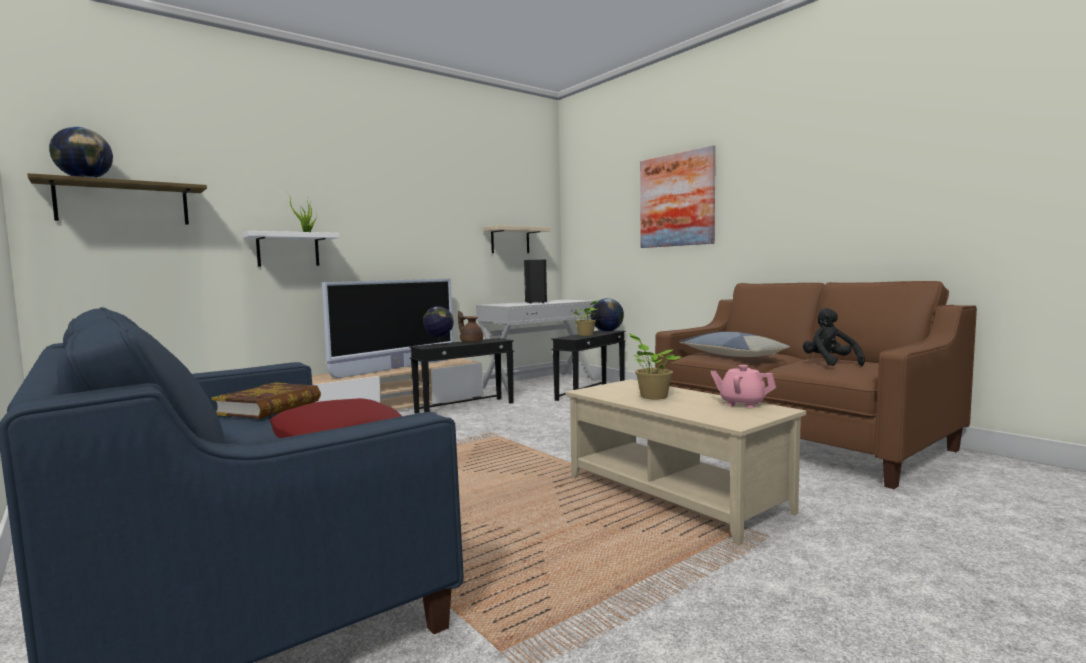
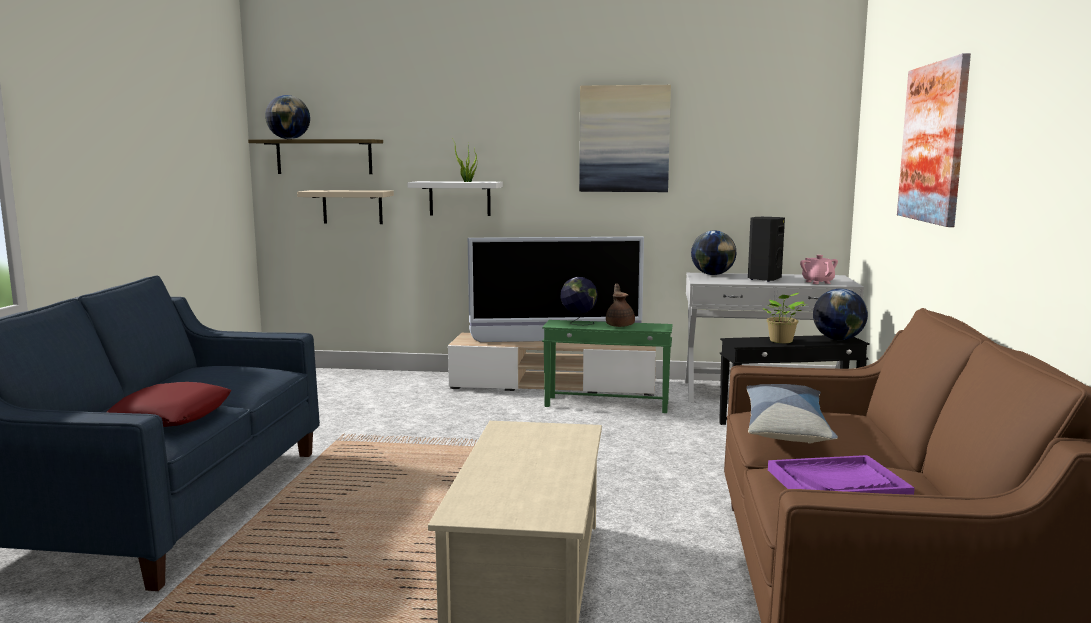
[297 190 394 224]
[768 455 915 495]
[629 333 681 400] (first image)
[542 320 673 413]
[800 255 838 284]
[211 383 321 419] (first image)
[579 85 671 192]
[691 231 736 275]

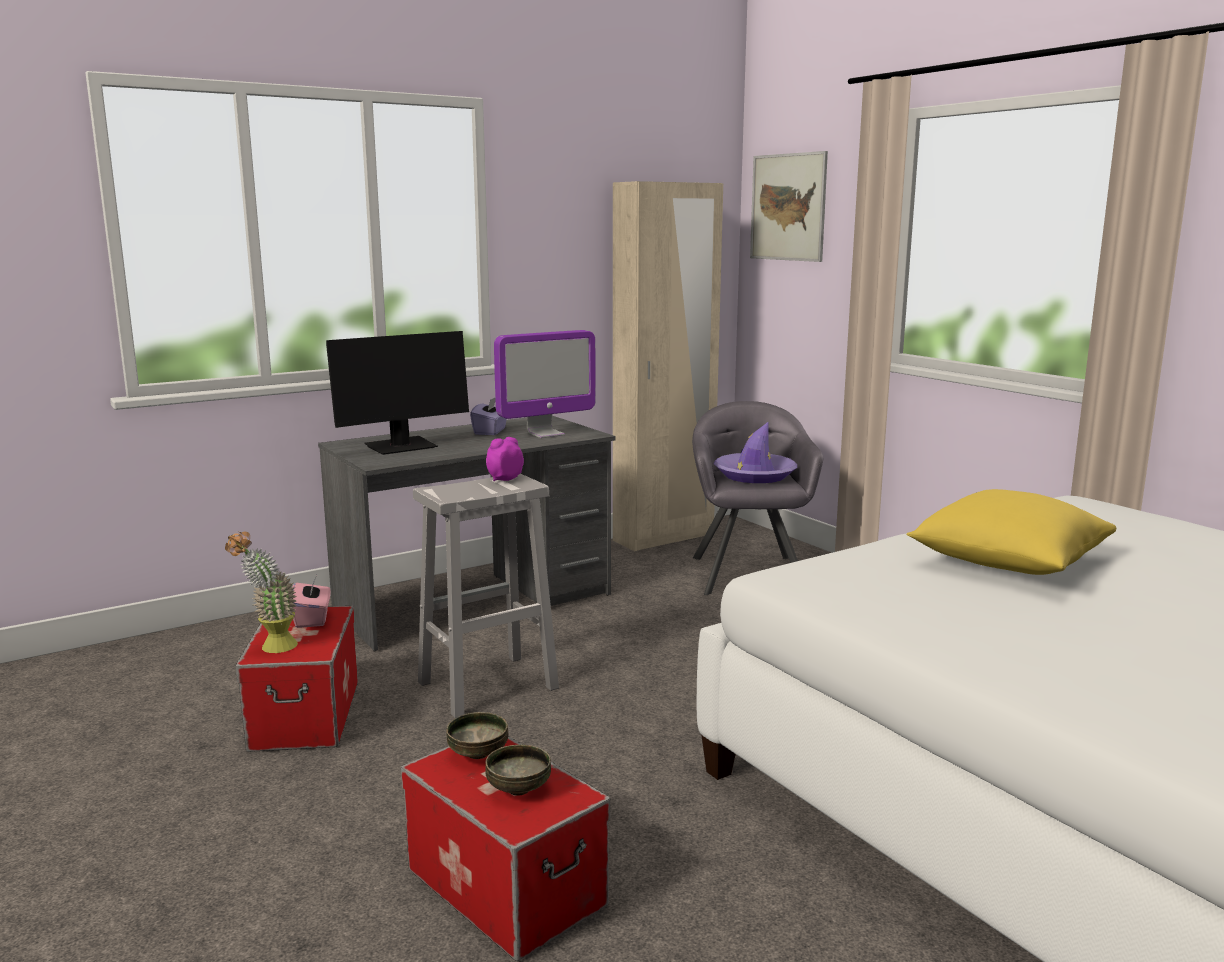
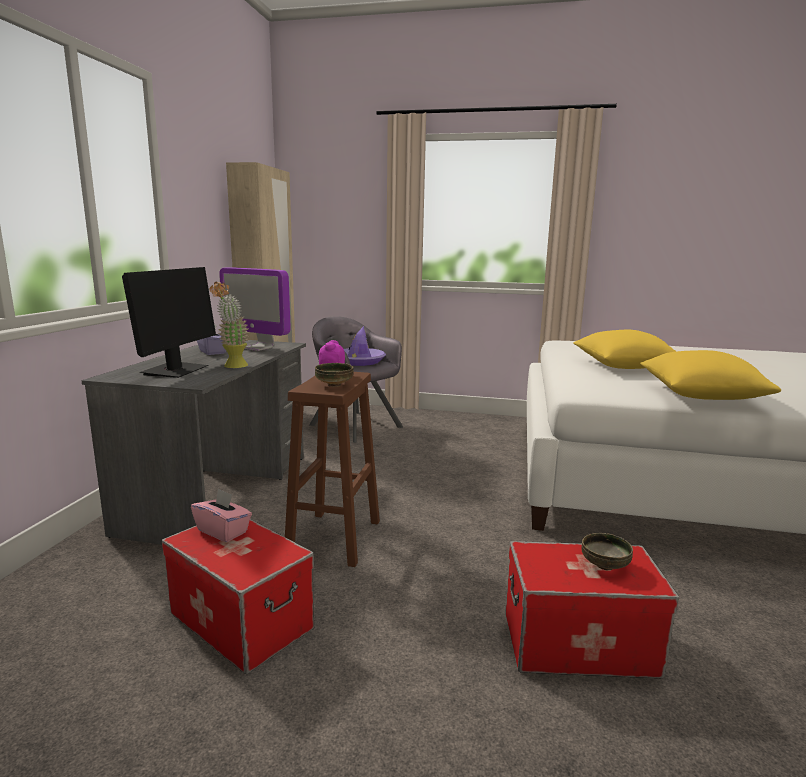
[750 151 828 262] (first image)
[219 267 290 351]
[285 372 380 567]
[209 282 250 368]
[315 363 354 387]
[640 350 781 400]

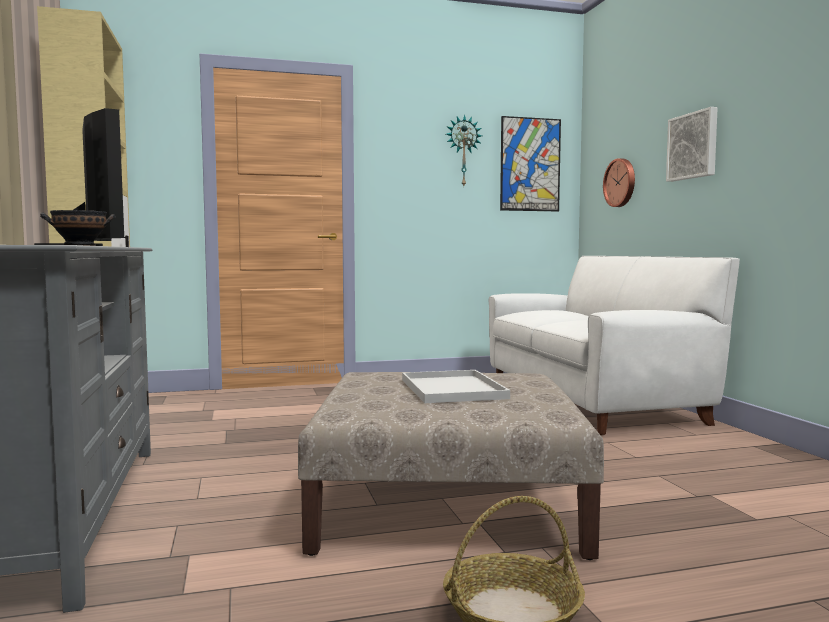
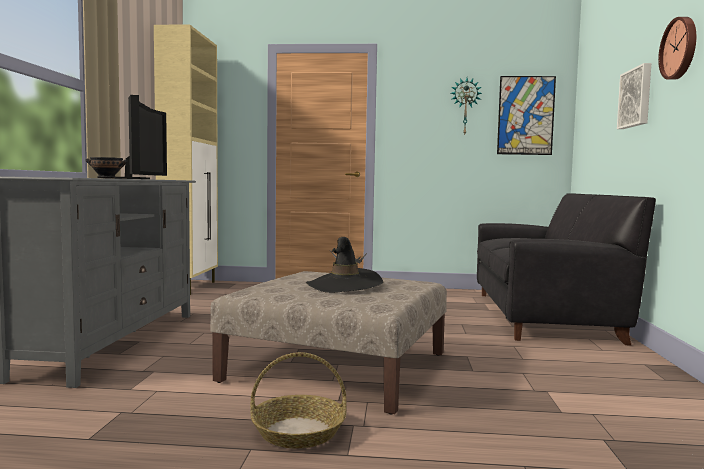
[658 17 696 80]
[477 193 656 346]
[306 237 383 293]

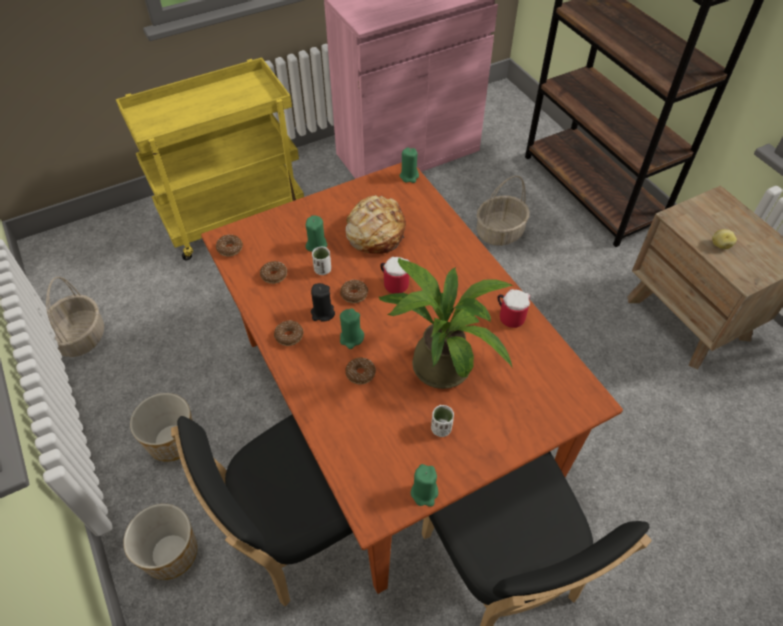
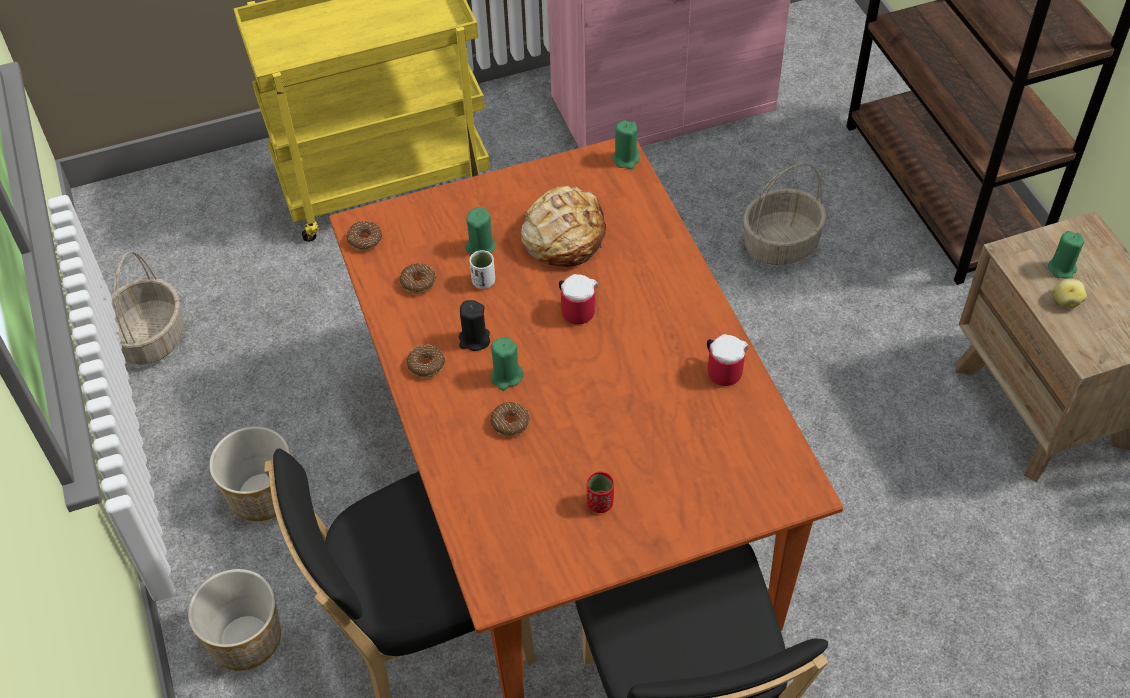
[378 258 513 389] (first image)
[340 280 368 303] (first image)
[587 471 614 513]
[1048 231 1084 279]

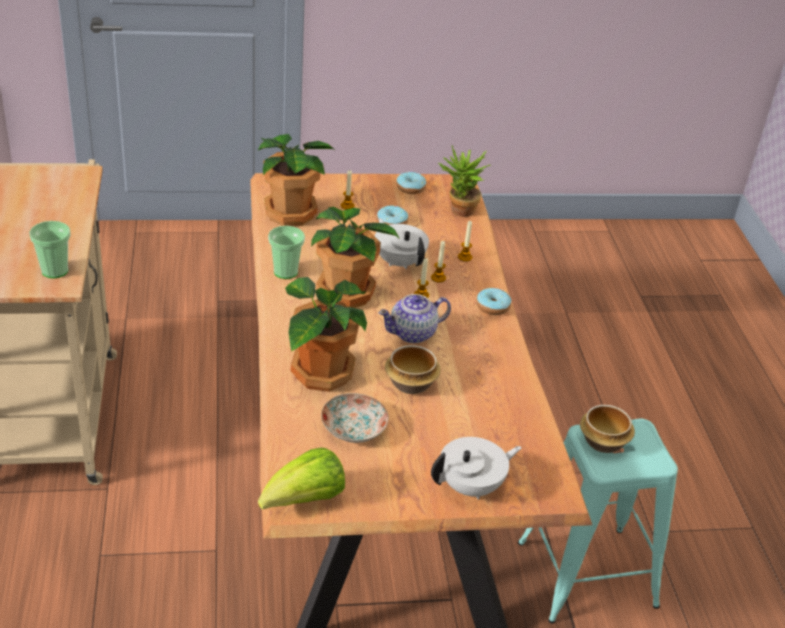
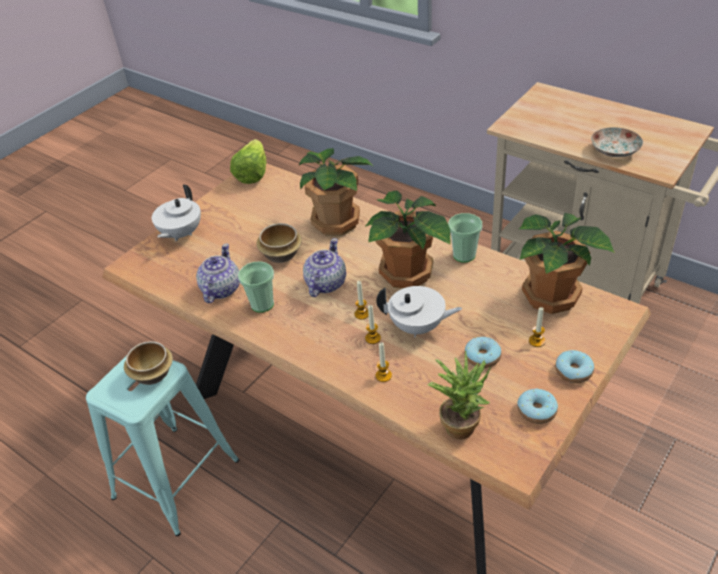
[238 261 274 313]
[555 350 594 383]
[591 127 643 157]
[196 244 240 303]

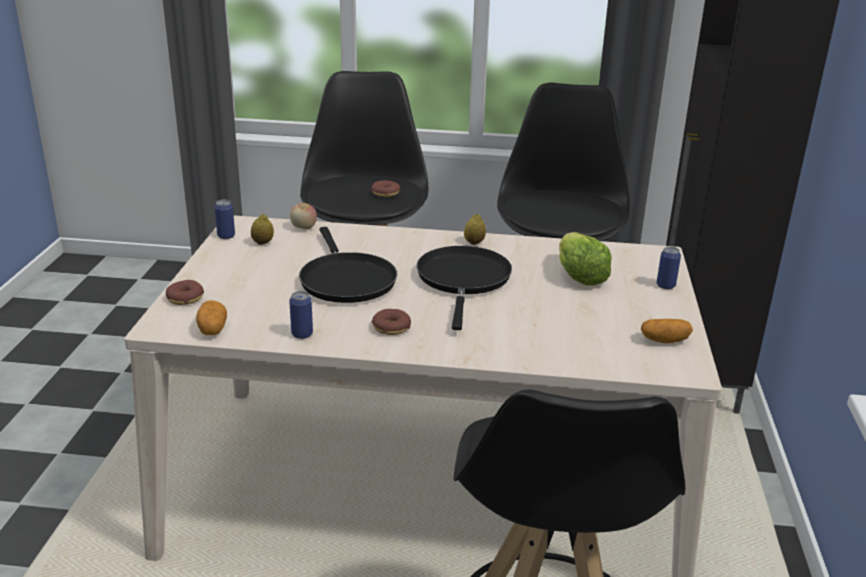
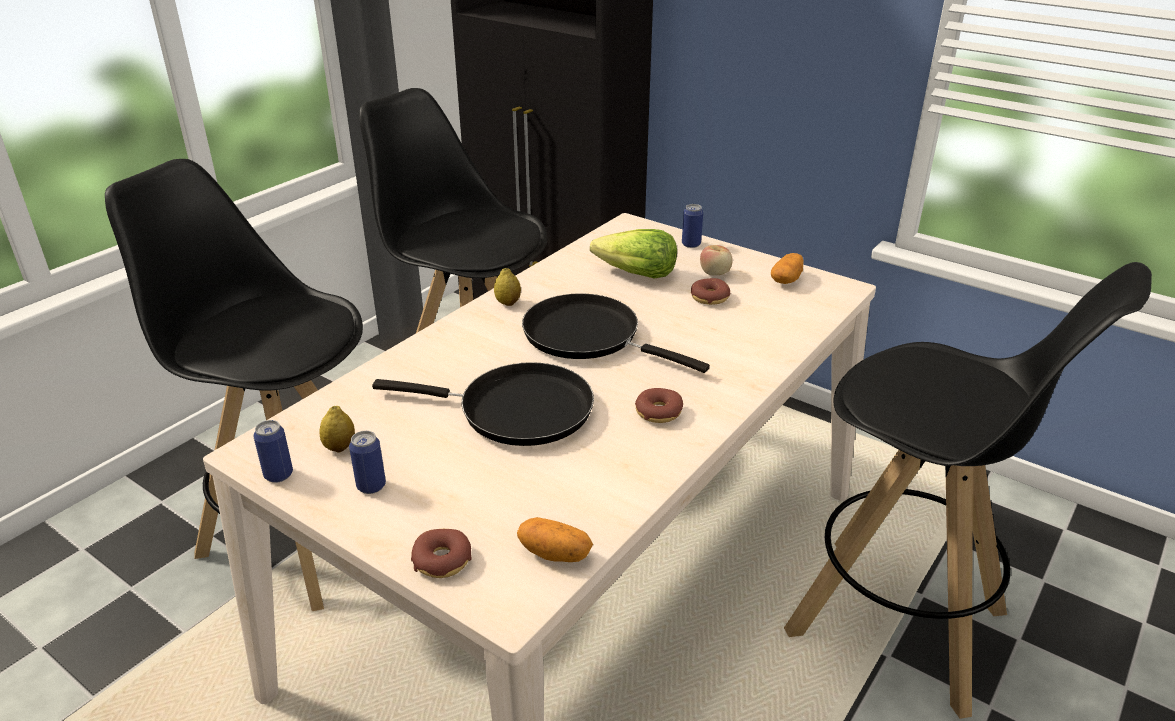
[691 278 730 305]
[700 245 733 275]
[349 431 386 494]

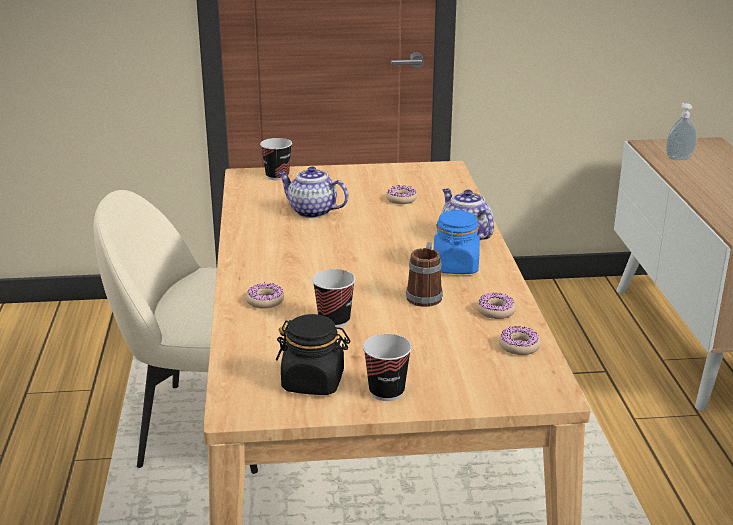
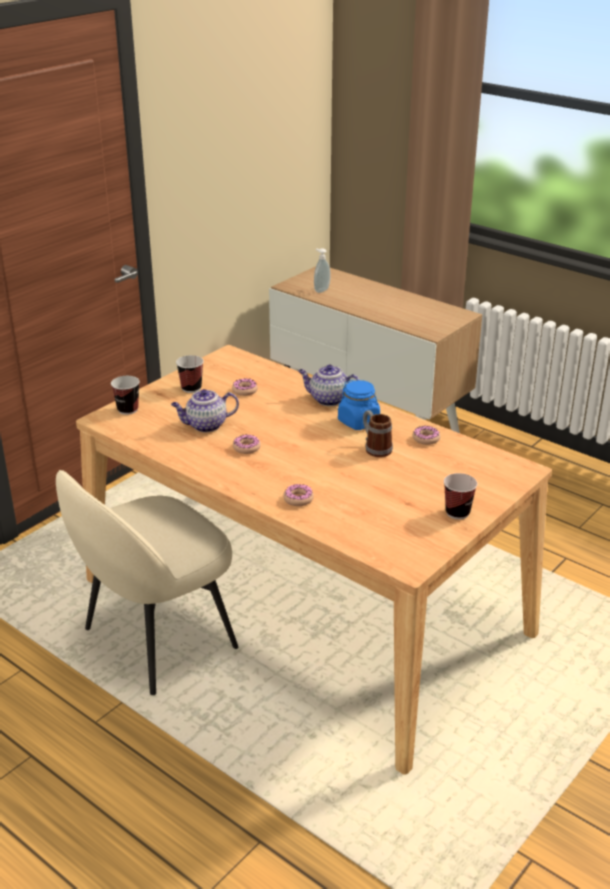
[176 355 204 393]
[276 314 350 395] (first image)
[233 434 261 454]

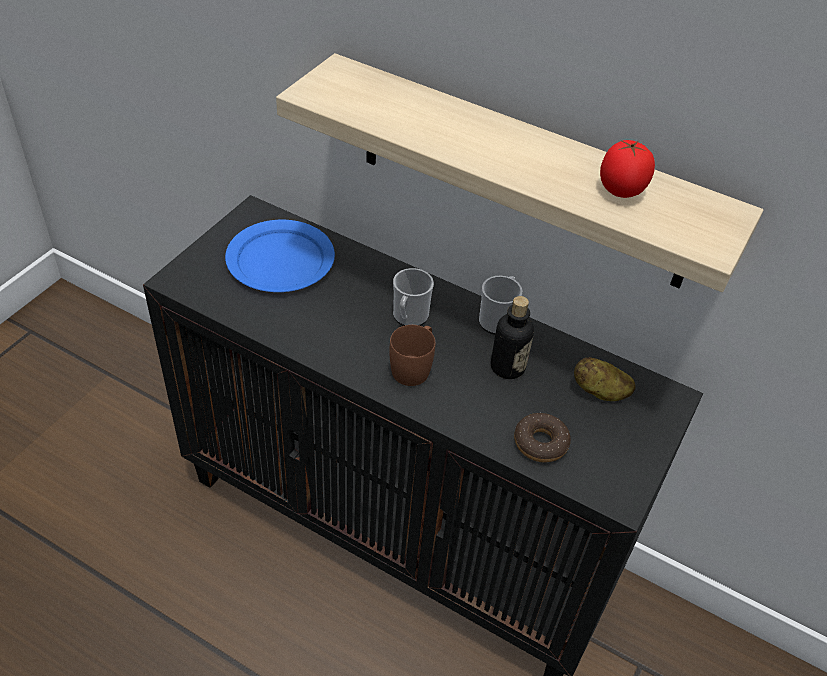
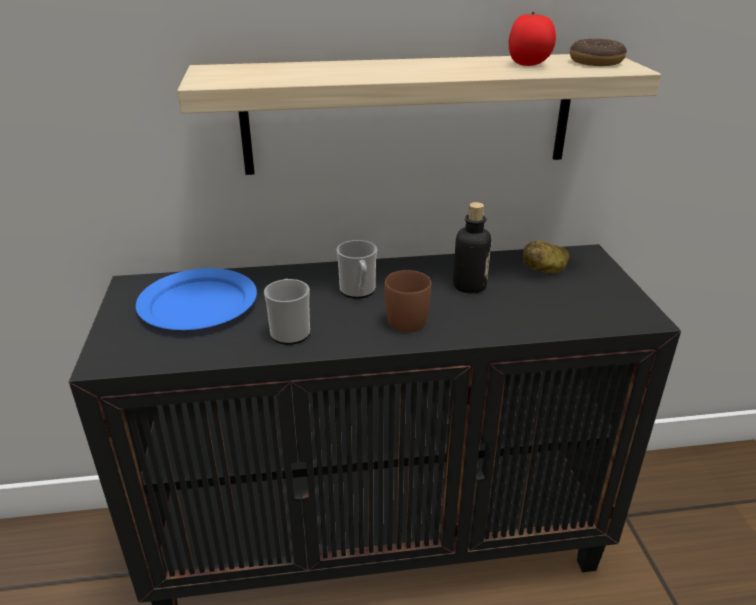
[264 279 310 345]
[570 39 627 66]

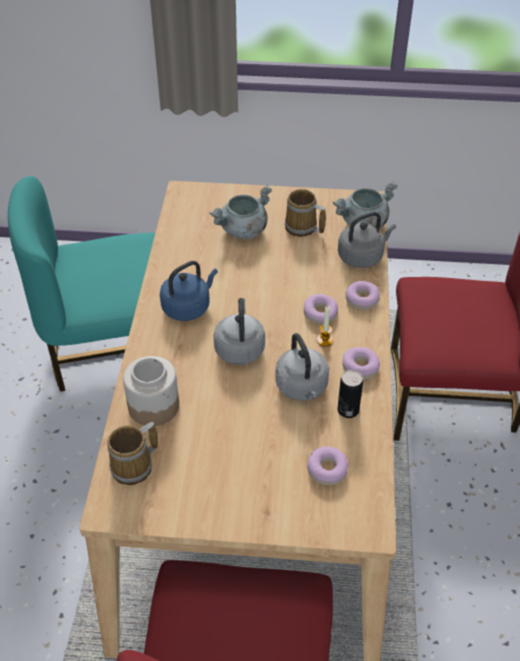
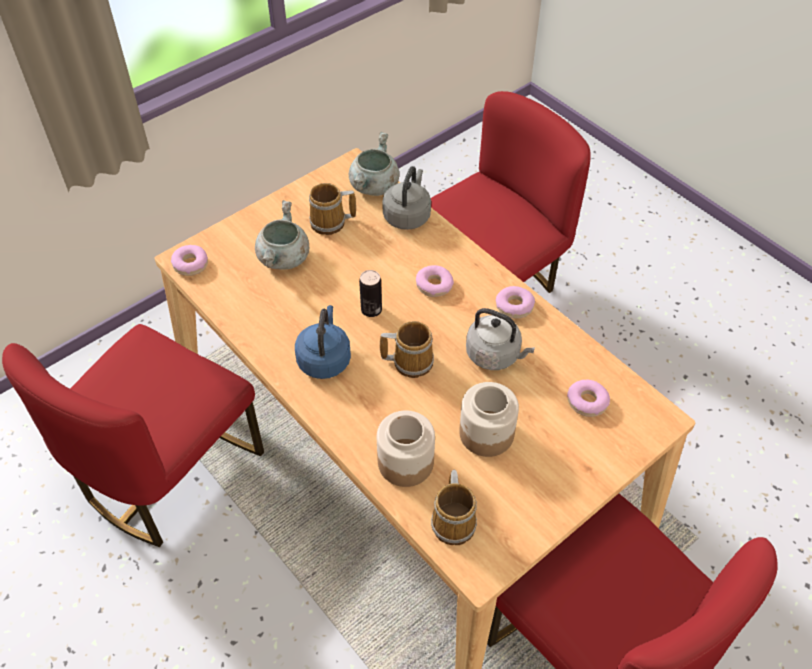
[2 324 264 547]
[171 245 208 276]
[380 321 434 378]
[317 306 333 346] (first image)
[359 270 382 317]
[459 382 519 457]

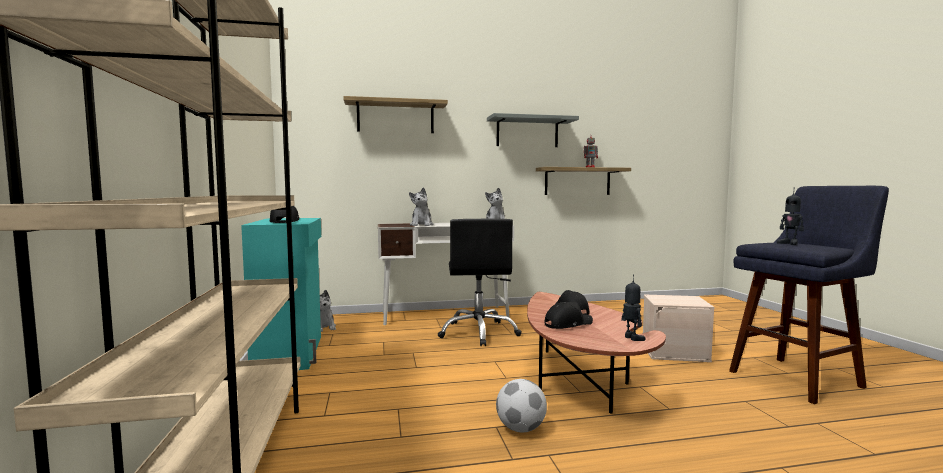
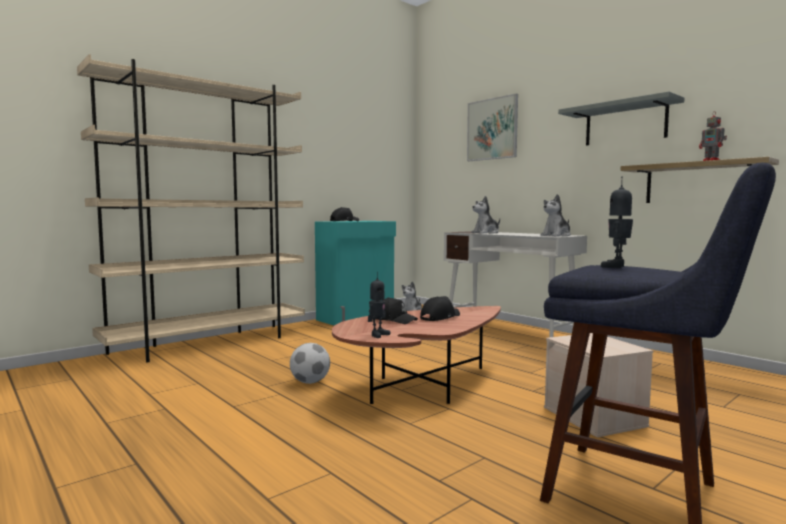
[467 94 518 161]
[438 219 522 346] (first image)

